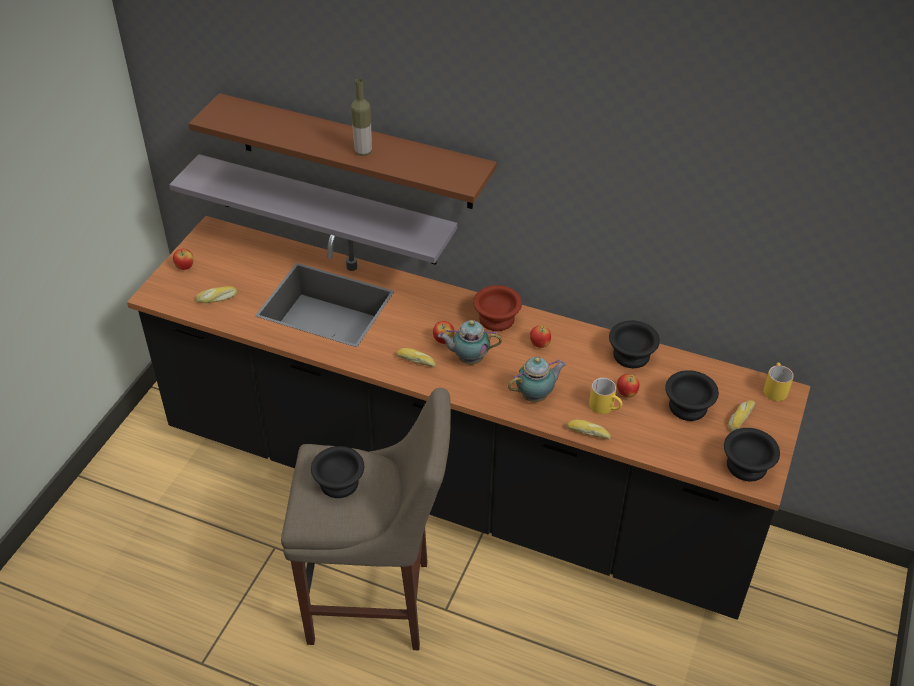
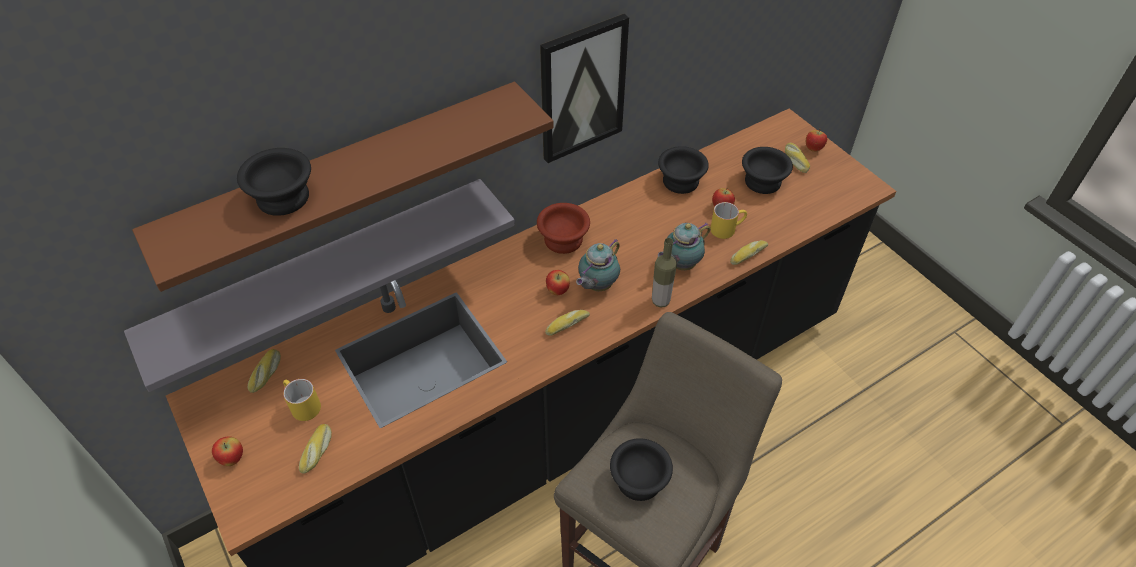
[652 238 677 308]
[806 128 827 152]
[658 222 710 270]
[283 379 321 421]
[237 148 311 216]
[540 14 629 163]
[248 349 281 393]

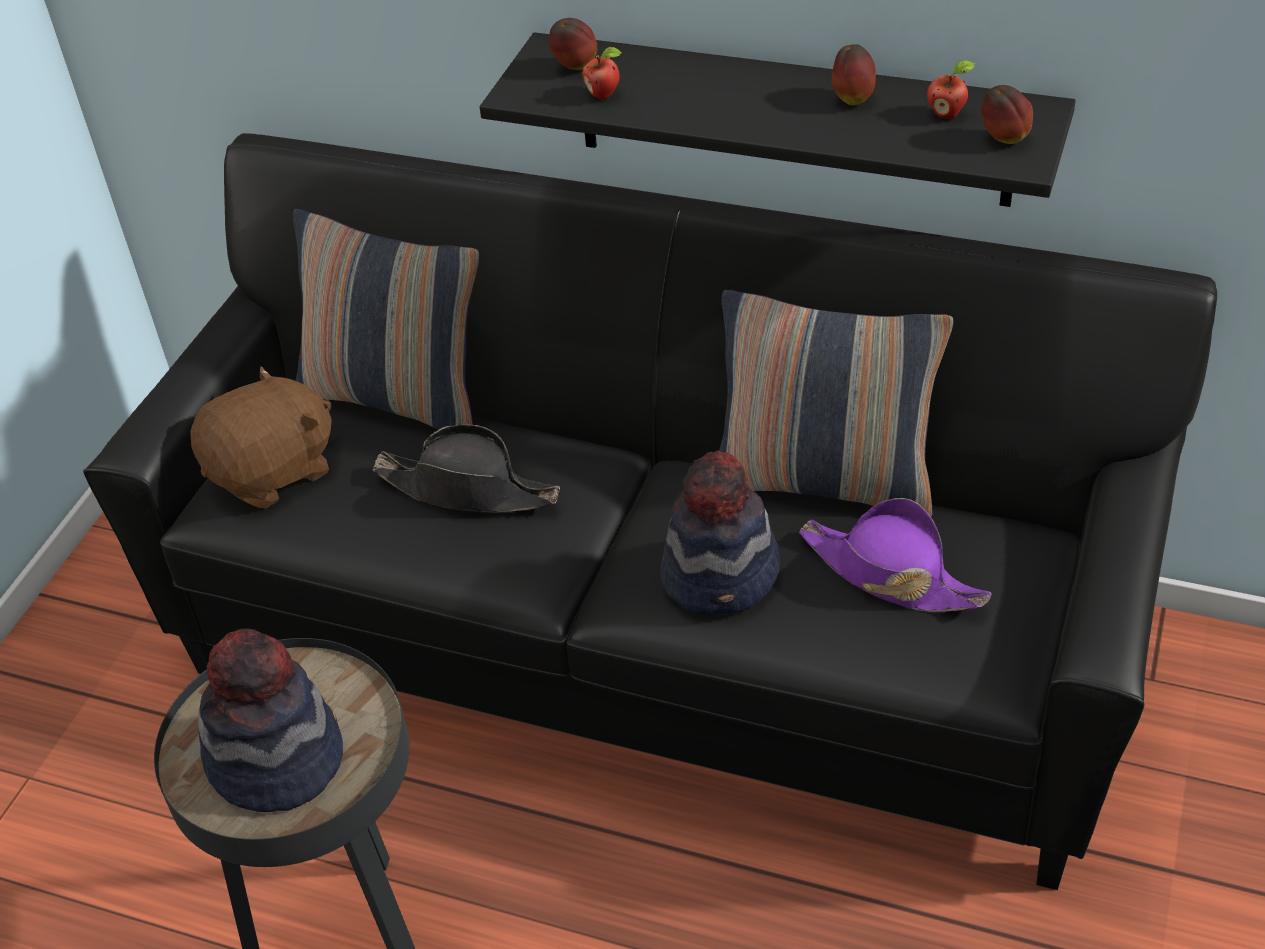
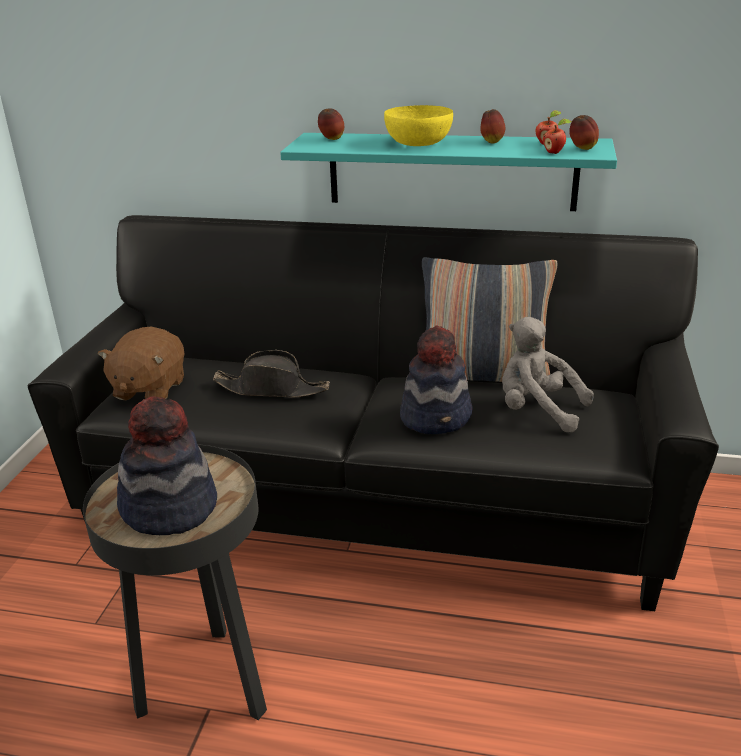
[280 133 617 211]
[543 119 572 154]
[293 209 479 430] (first image)
[98 327 185 400]
[502 317 594 432]
[384 105 453 146]

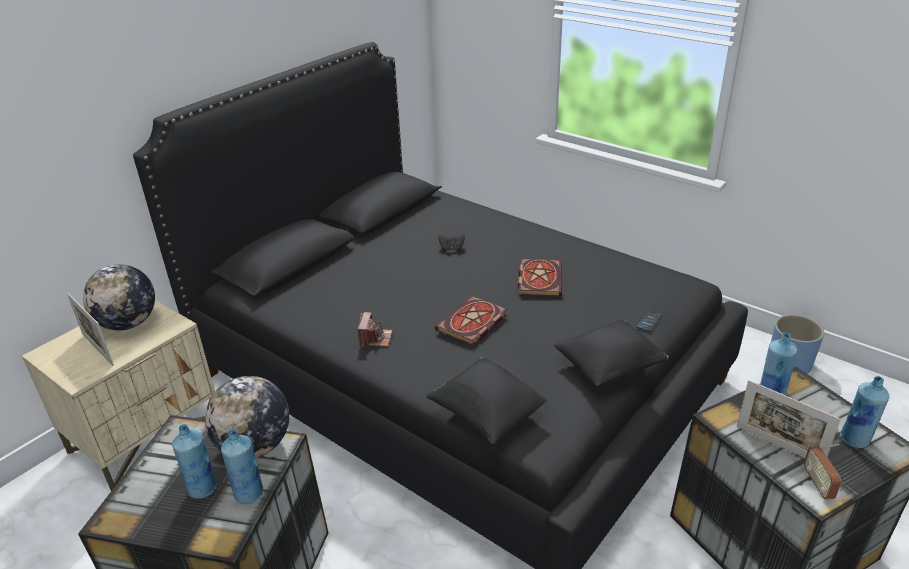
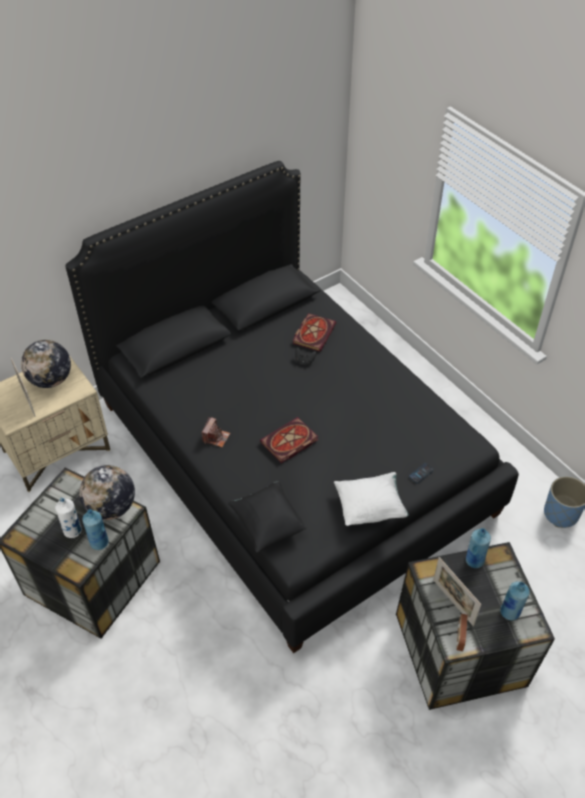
[292 313 336 352]
[334 472 409 526]
[55 497 82 538]

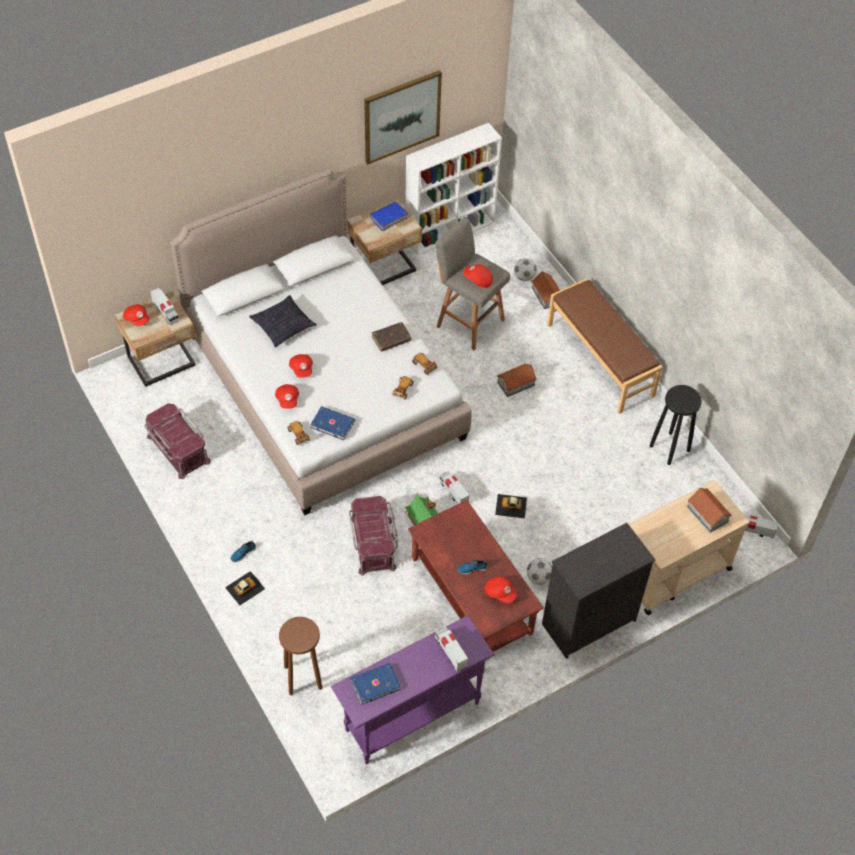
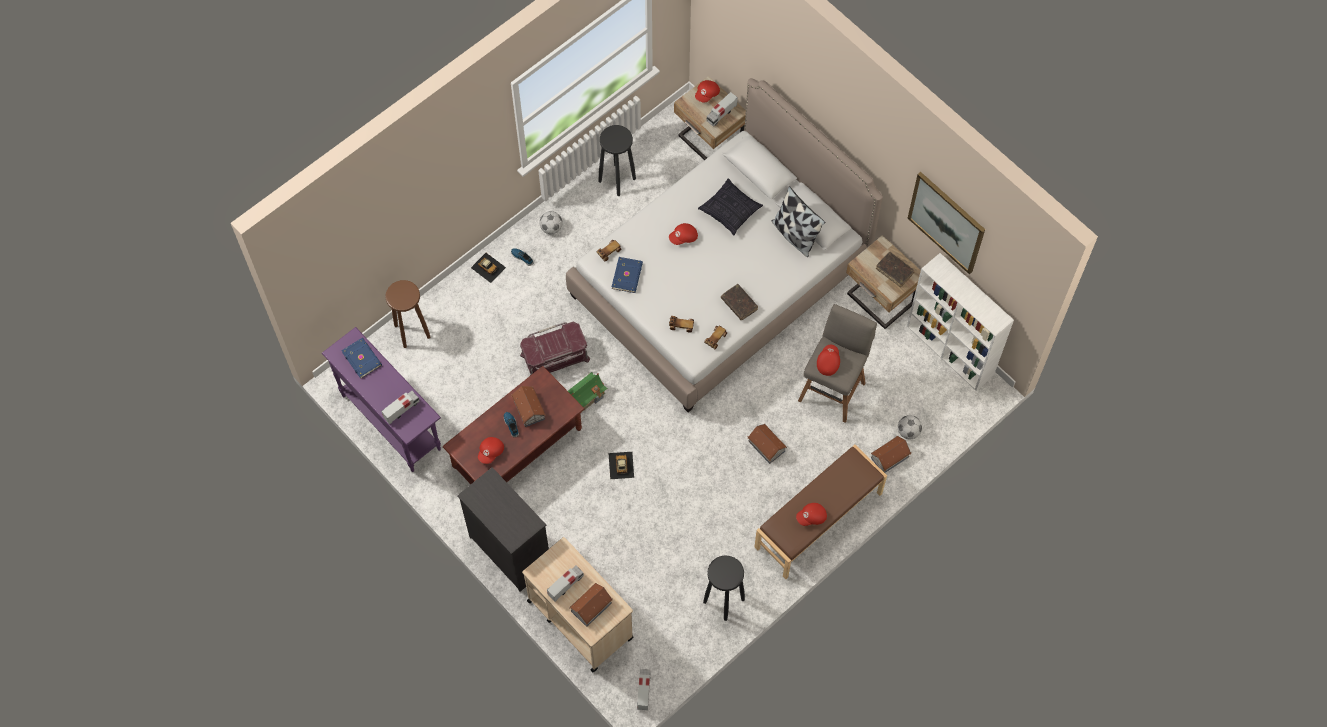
[876 252 915 287]
[796 503 827 526]
[598 125 636 196]
[547 566 584 602]
[539 211 563 234]
[772 186 826 257]
[511 386 546 427]

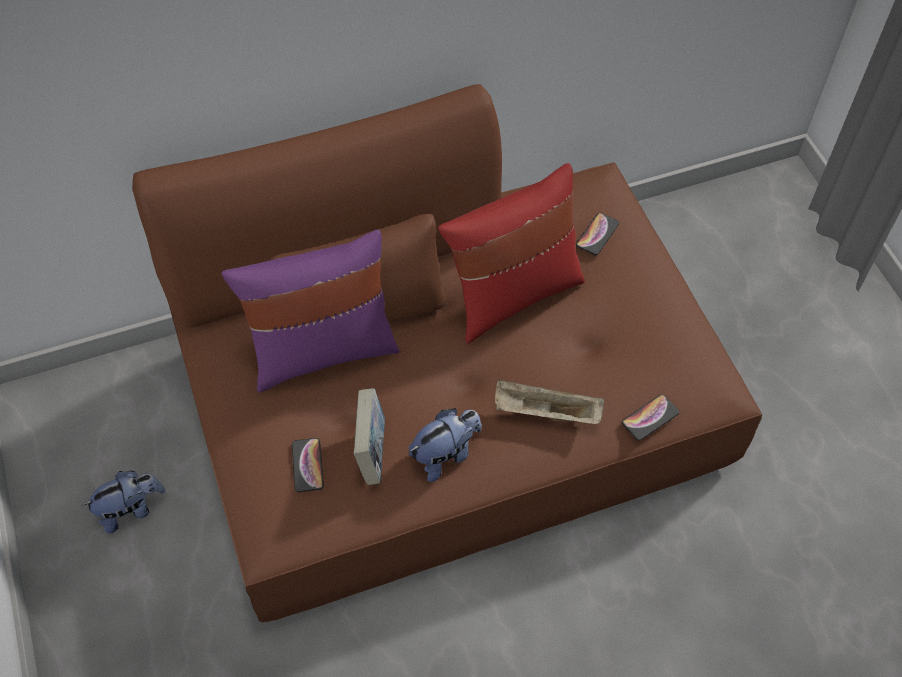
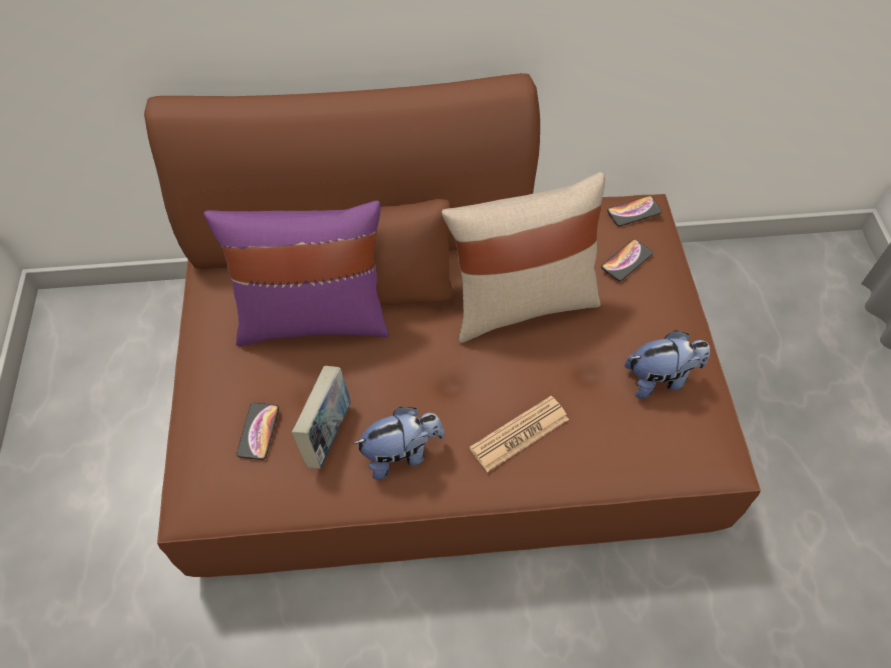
[441 172 605 343]
[469 396 569 472]
[607 196 662 226]
[625 330 710 399]

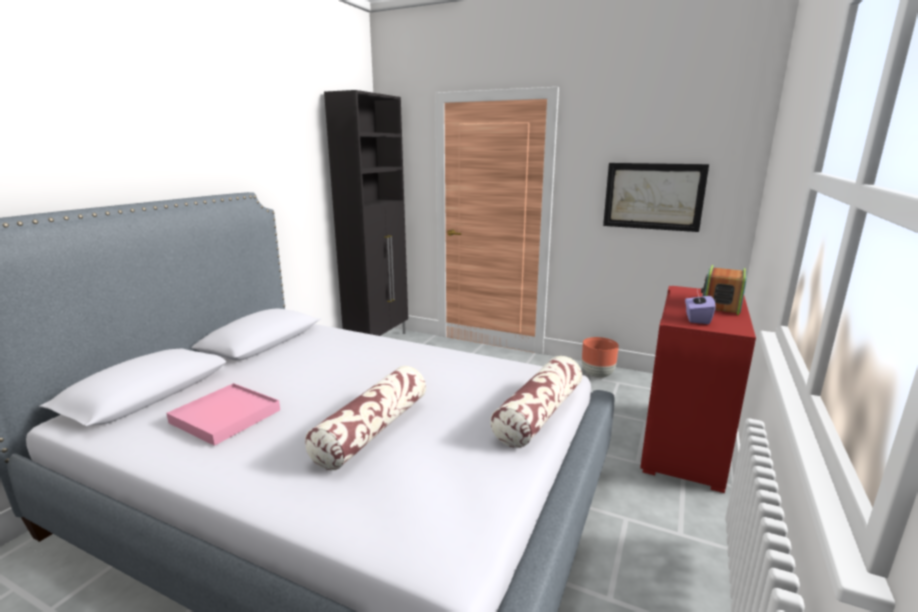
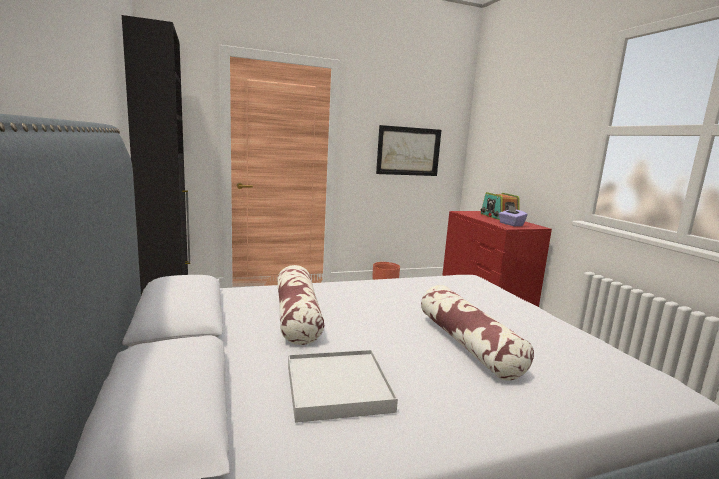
[277 265 324 345]
[288 350 398 423]

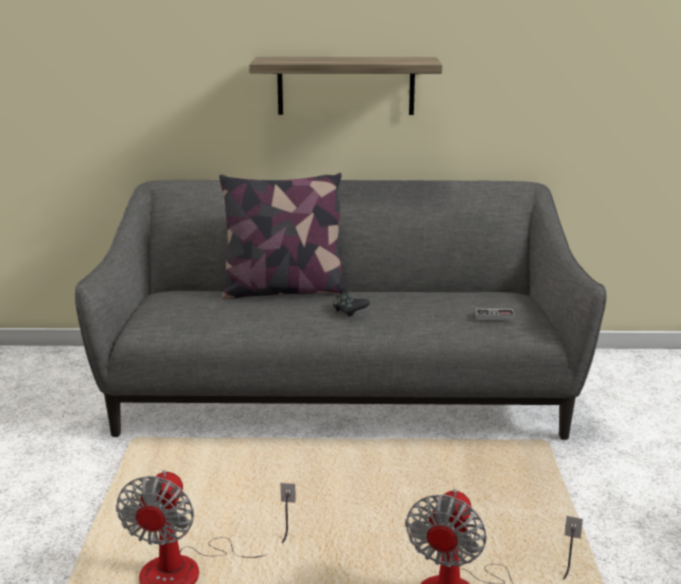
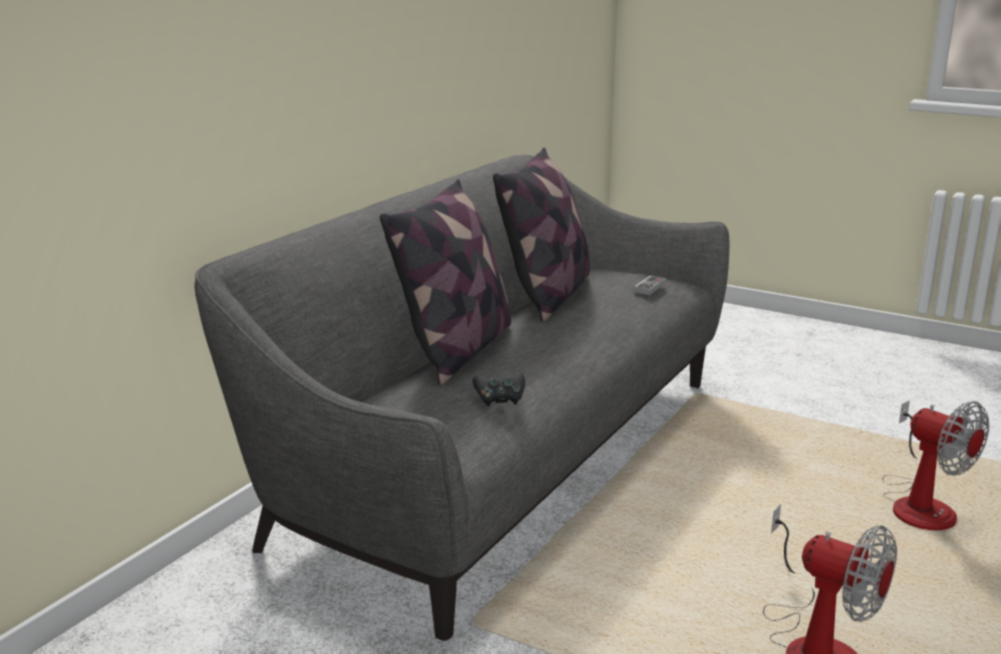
[249 57 443 115] (first image)
[473 372 525 406]
[493 148 590 322]

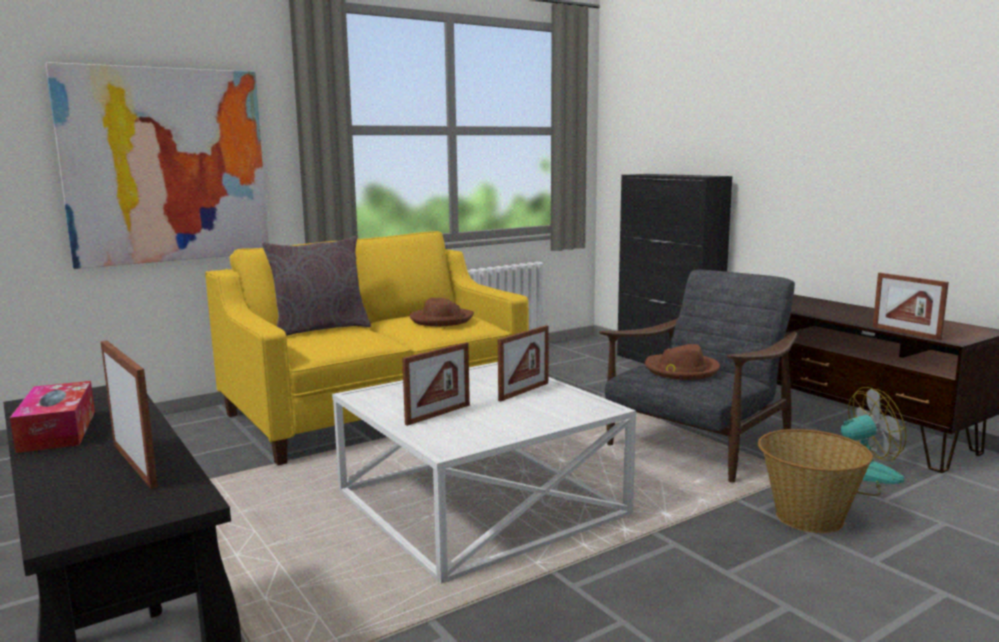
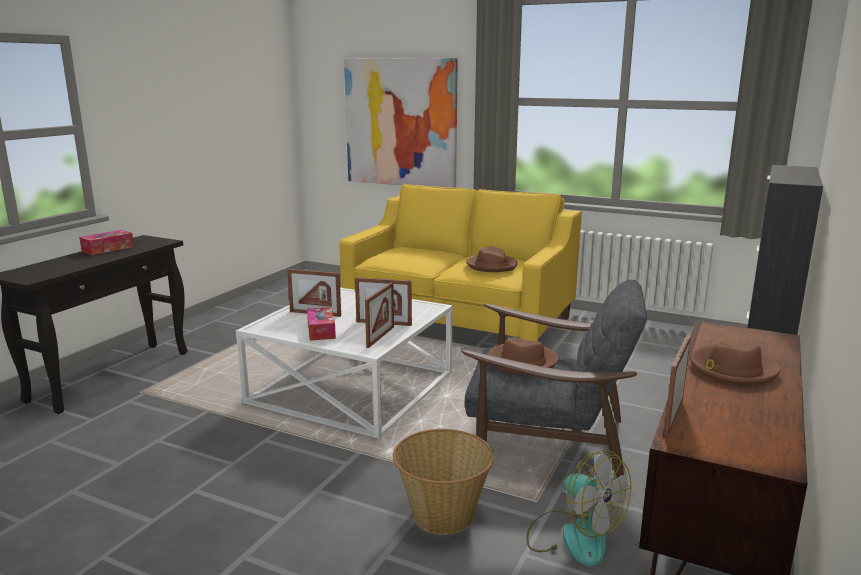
[262 236 371 336] (first image)
[365 282 394 348]
[307 307 336 341]
[690 342 780 386]

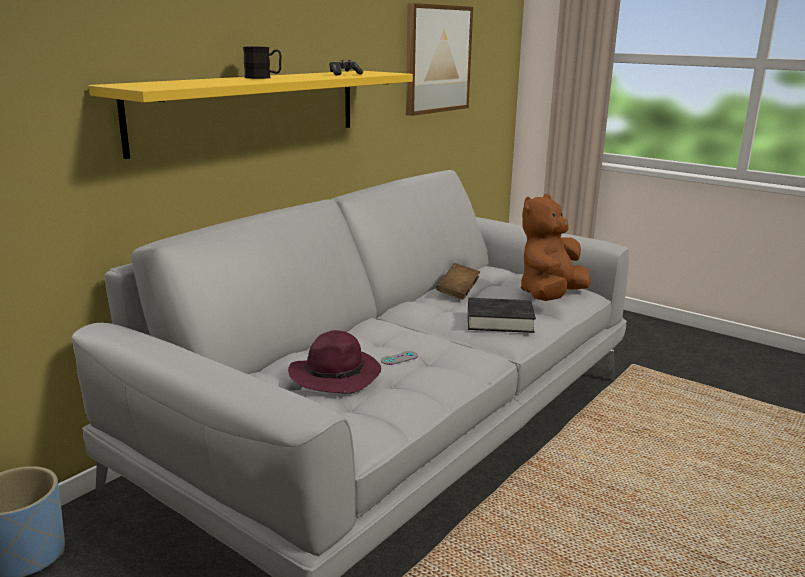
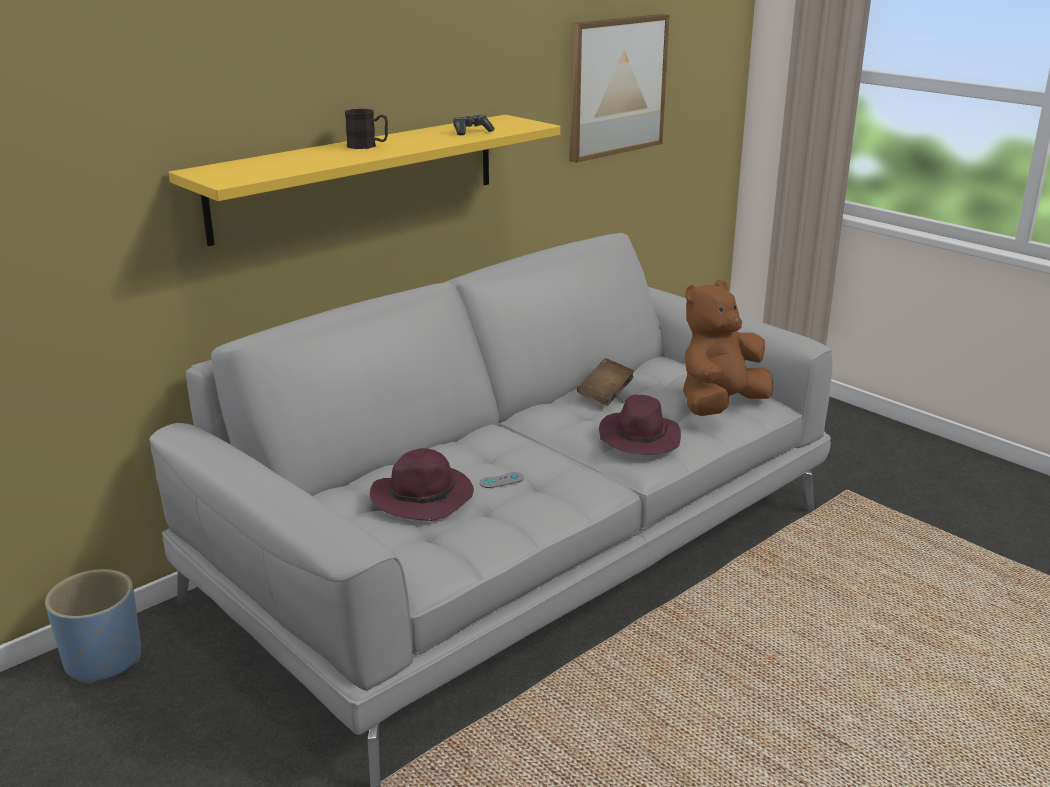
[599 395 681 455]

